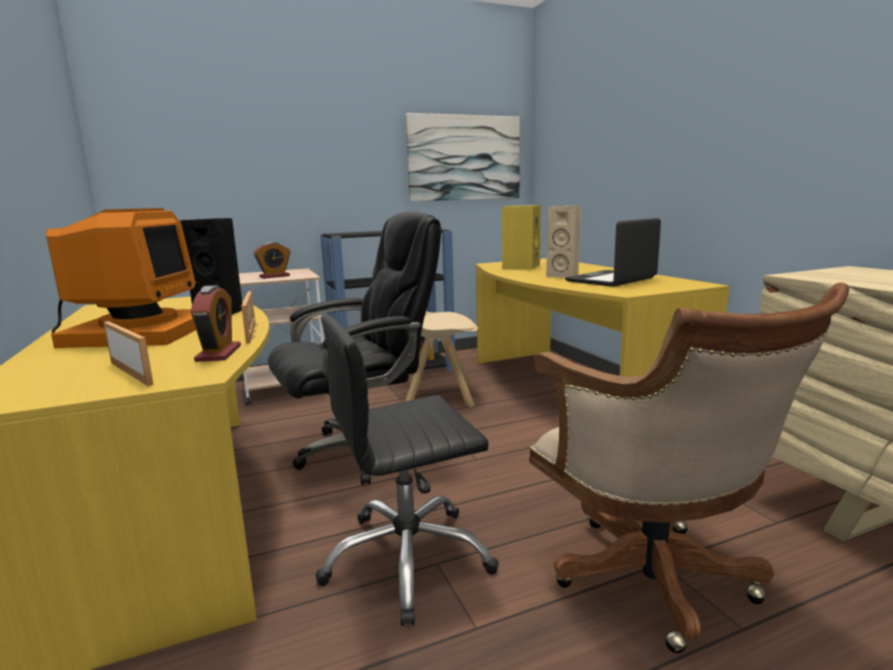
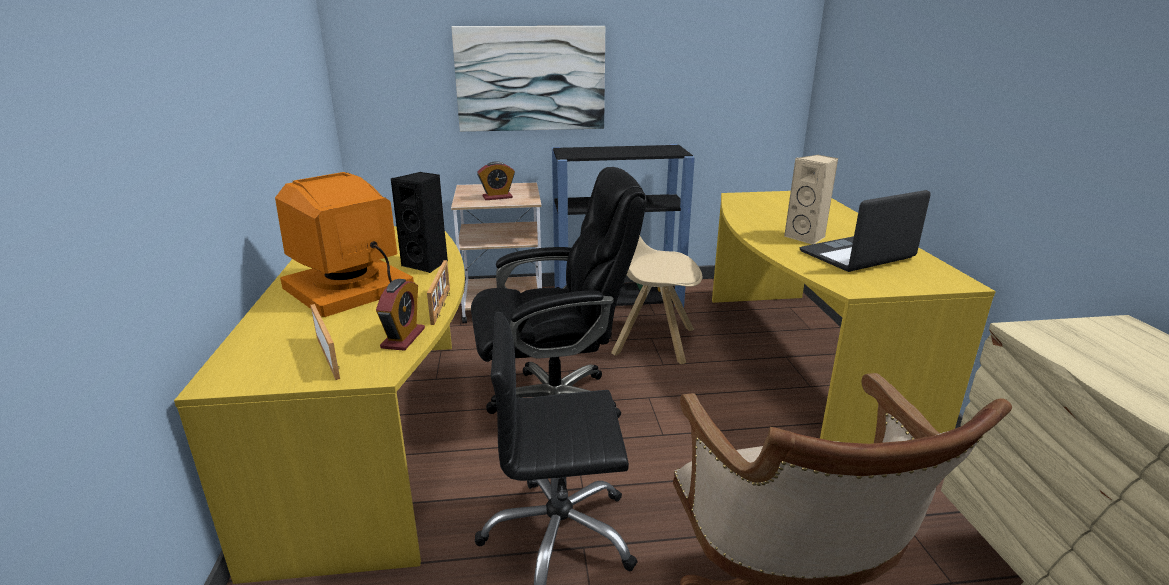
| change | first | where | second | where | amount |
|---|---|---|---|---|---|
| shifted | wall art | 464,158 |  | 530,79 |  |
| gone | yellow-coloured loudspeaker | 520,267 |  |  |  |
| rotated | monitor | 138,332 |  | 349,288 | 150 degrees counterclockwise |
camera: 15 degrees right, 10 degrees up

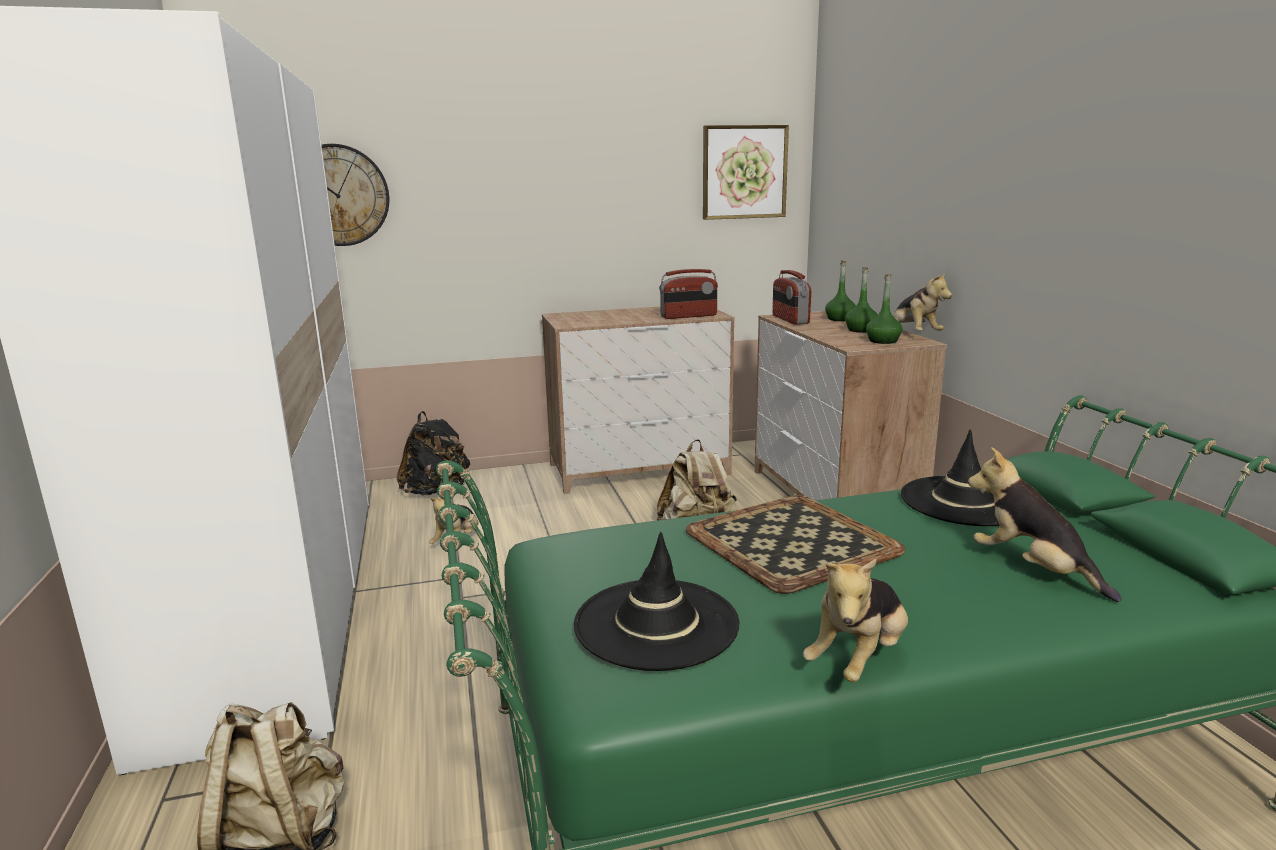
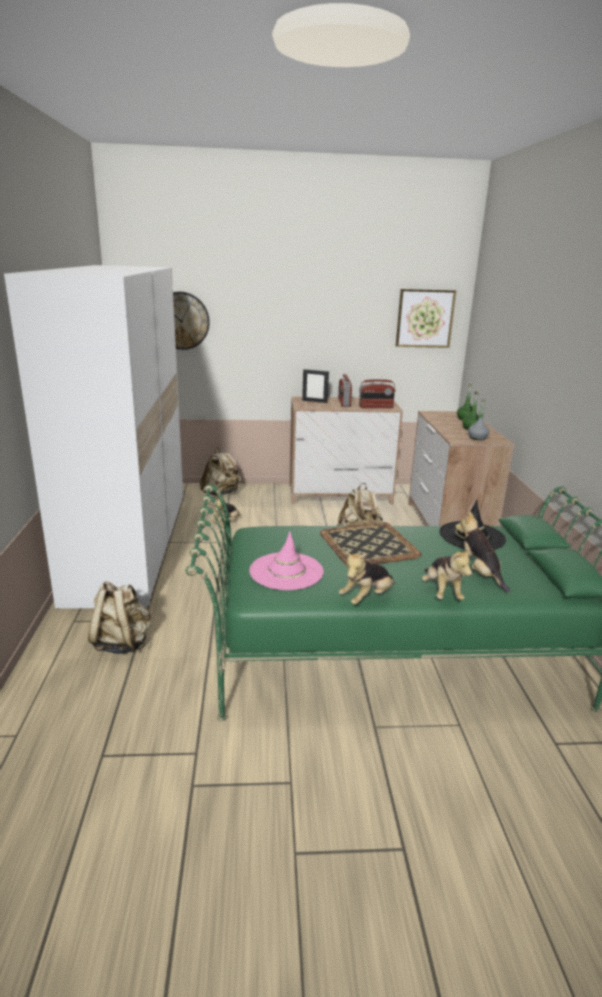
| change | first | where | second | where | amount |
|---|---|---|---|---|---|
| shifted | radio receiver | 789,319 |  | 344,403 |  |
| shifted | cuddly toy | 913,334 |  | 442,592 |  |
| repainted | green-coloured beverage bottle | 882,341 | grey beverage bottle | 477,438 |  |
| repainted | black knapsack | 436,491 | beige knapsack | 221,493 |  |
| repainted | black clothing hat | 656,624 | pink-coloured clothing hat | 286,571 |  |
| new |  |  | standing frame | 315,401 |  |
camera: 10 degrees right, 5 degrees up

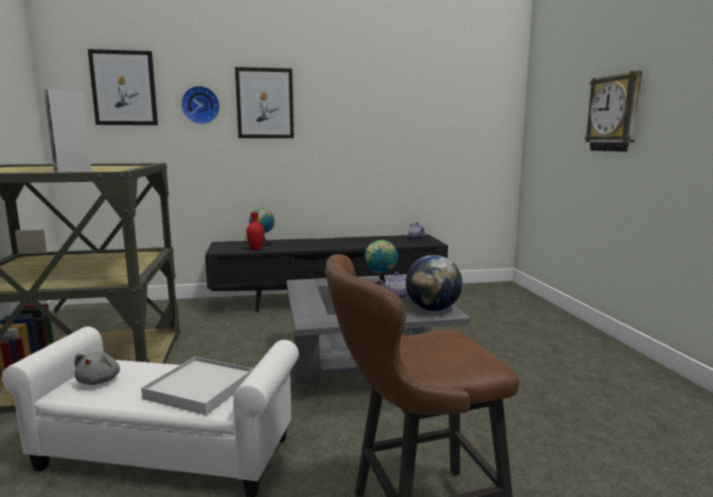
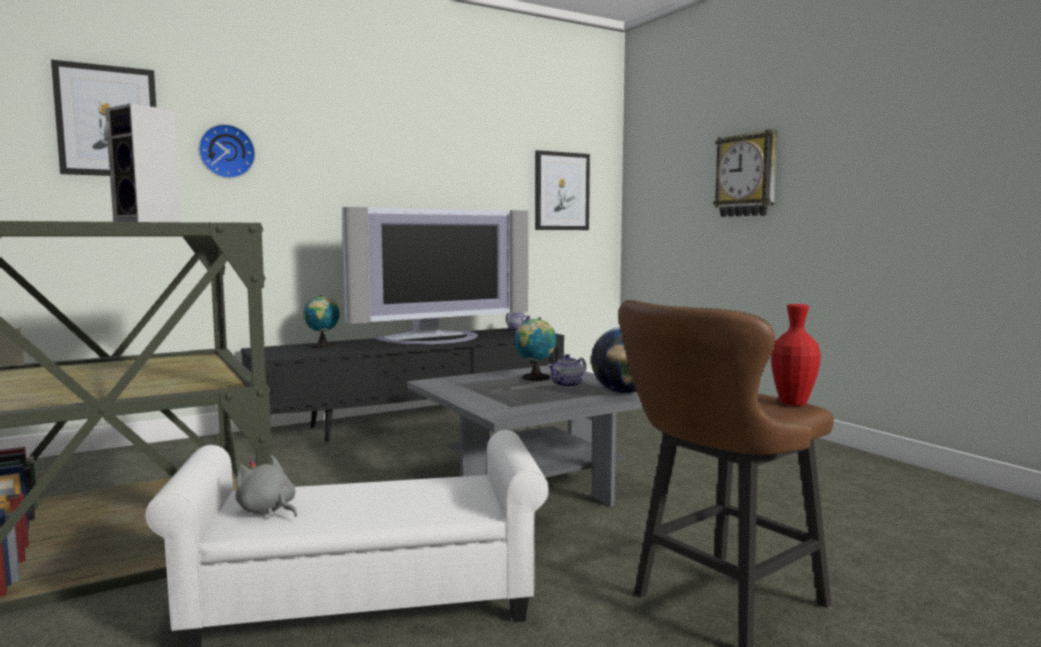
| change | first | where | second | where | amount |
|---|---|---|---|---|---|
| shifted | wall art | 265,103 |  | 561,191 |  |
| shifted | red vase | 256,249 |  | 793,403 |  |
| rotated | grey cuddly toy | 100,381 |  | 268,510 | 150 degrees clockwise |
| gone | white tray | 199,388 |  |  |  |
| new |  |  | television | 435,339 |  |
camera: 20 degrees left, 5 degrees down

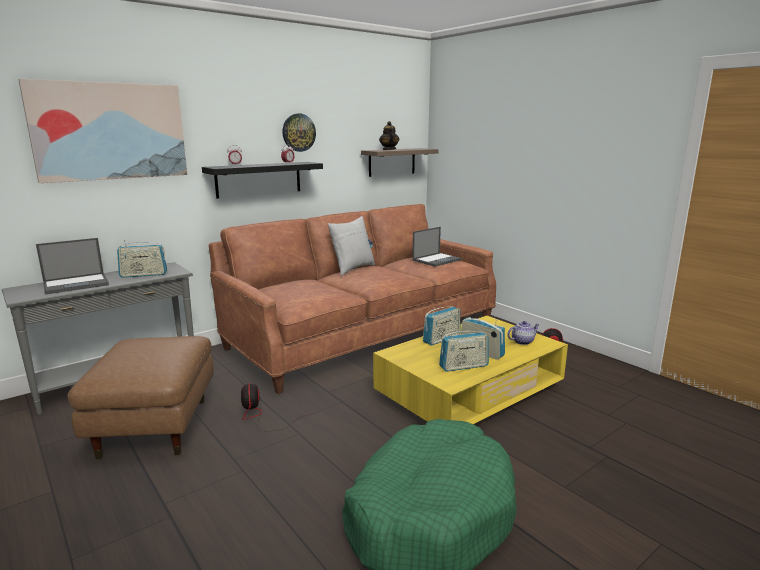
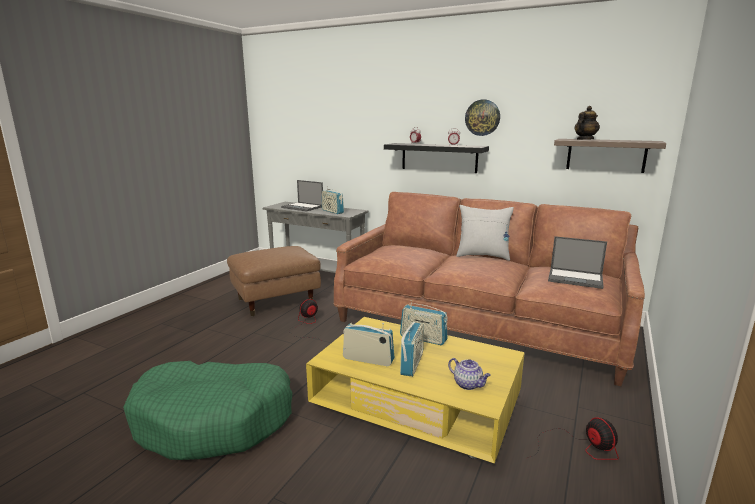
| change | first | where | second | where | amount |
|---|---|---|---|---|---|
| gone | wall art | 110,131 |  |  |  |
| rotated | radio receiver | 463,366 |  | 368,359 | 150 degrees clockwise |
camera: 65 degrees right, 0 degrees up

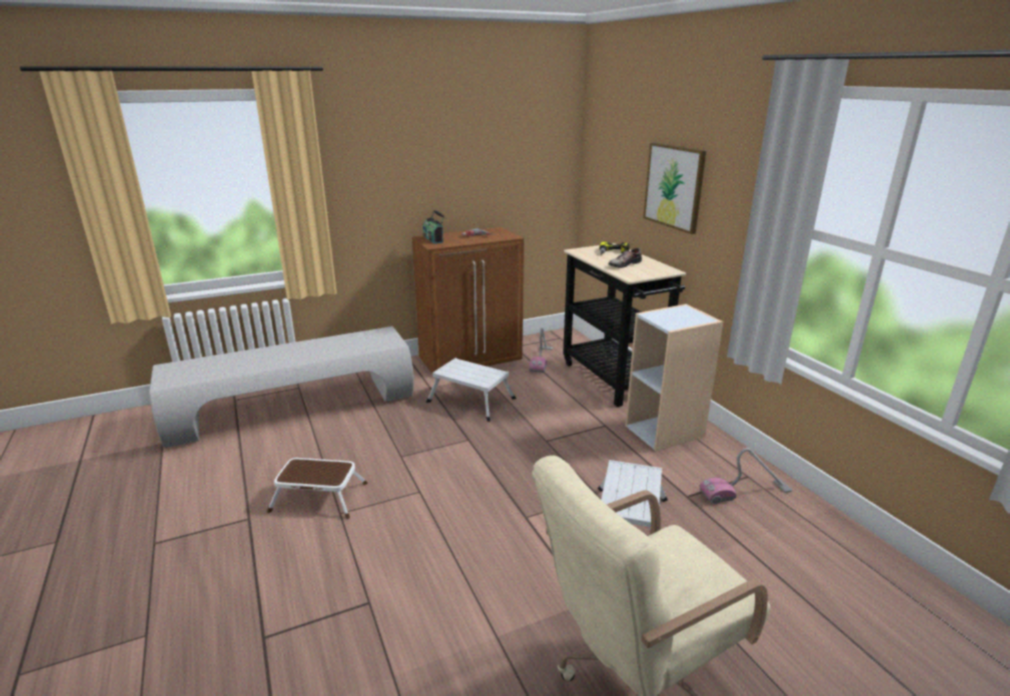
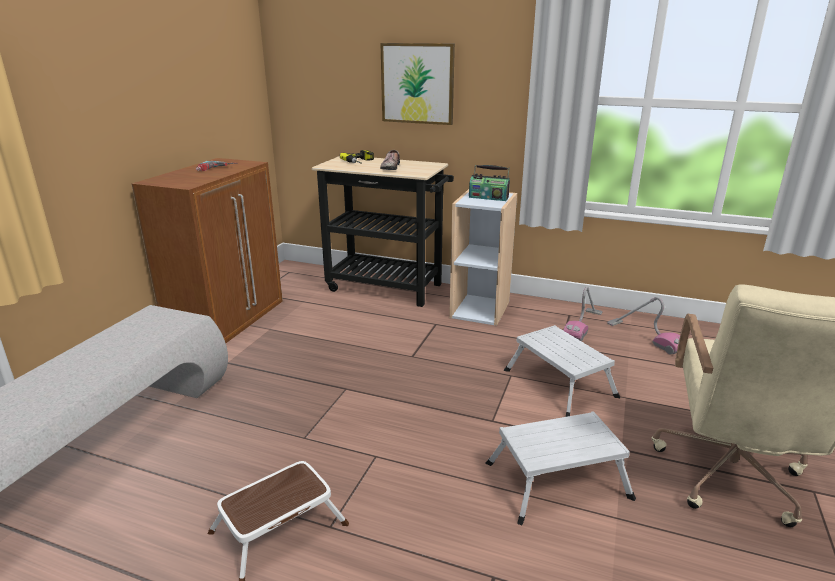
| change | first | where | second | where | amount |
|---|---|---|---|---|---|
| shifted | radio receiver | 434,239 |  | 488,197 |  |
| shifted | hoover | 541,360 |  | 644,337 |  |
| shifted | white stepladder | 471,400 |  | 558,480 |  |
camera: 45 degrees left, 0 degrees up

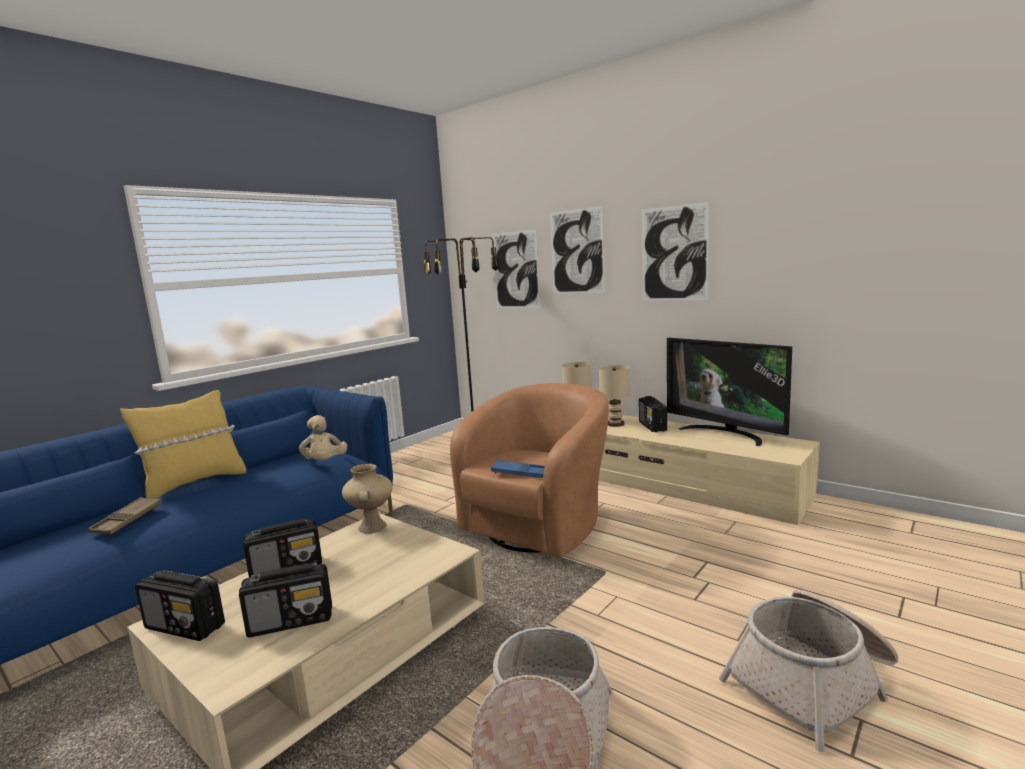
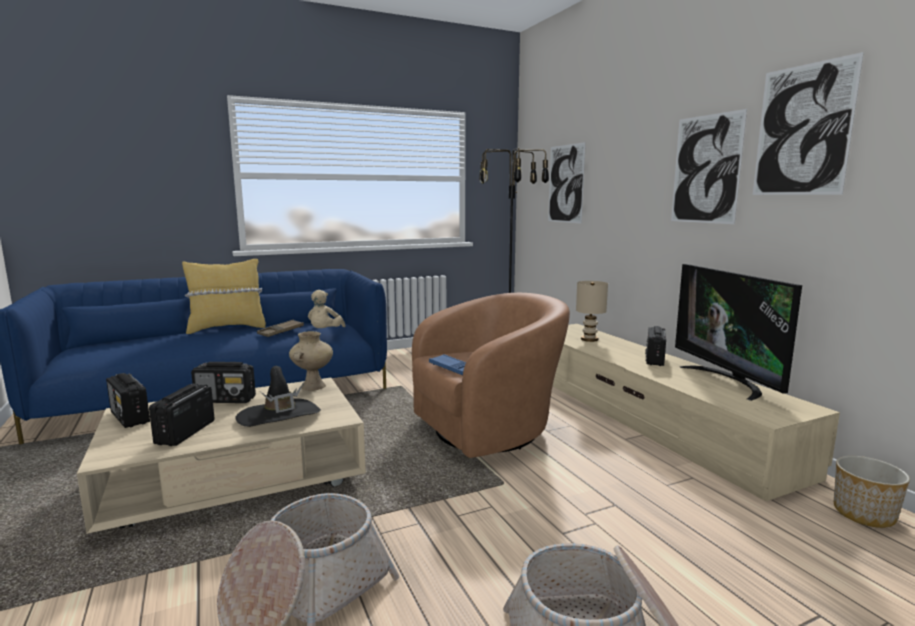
| change | first | where | second | where | amount |
|---|---|---|---|---|---|
| shifted | wall art | 577,251 |  | 802,130 |  |
| gone | beige table lamp | 615,424 |  |  |  |
| shifted | brownish tray | 127,520 |  | 281,331 |  |
| rotated | radio receiver | 292,621 |  | 185,433 | 90 degrees clockwise |
| new |  |  | black clothing hat | 279,416 |  |
| new |  |  | flower pot | 864,514 |  |
camera: 25 degrees right, 0 degrees up

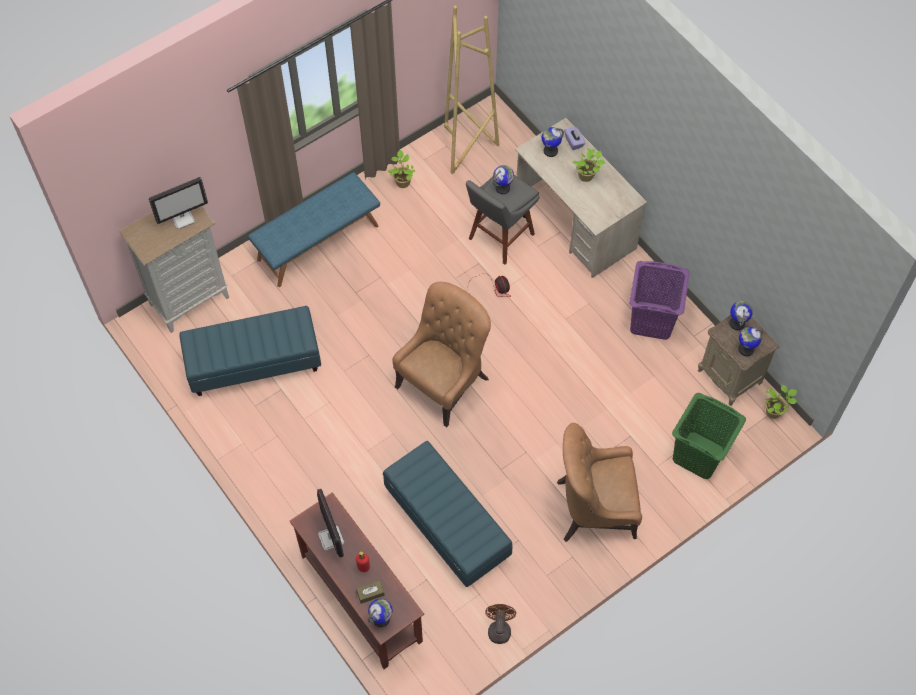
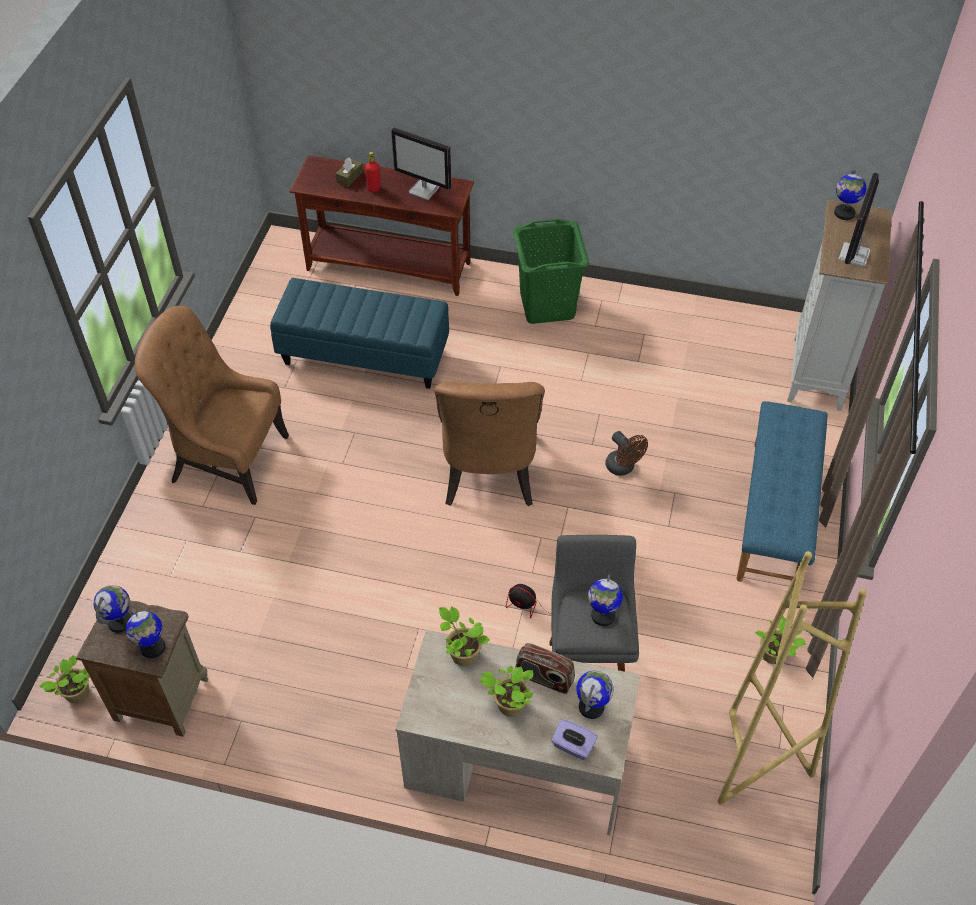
| change | first | where | second | where | amount |
|---|---|---|---|---|---|
| gone | purple laundry basket | 652,320 |  |  |  |
| gone | blue-coloured footrest | 254,365 |  |  |  |
| shifted | green-coloured laundry basket | 698,455 |  | 547,305 |  |
| rotated | brownish chair | 594,508 |  | 228,459 | 120 degrees counterclockwise |
| shifted | globe | 381,619 |  | 844,213 |  |
| shifted | brownish electric fan | 499,628 |  | 623,468 |  |
| new |  |  | potted plant | 462,654 |  |
| new |  |  | radio receiver | 544,678 |  |
camera: 140 degrees right, 10 degrees down

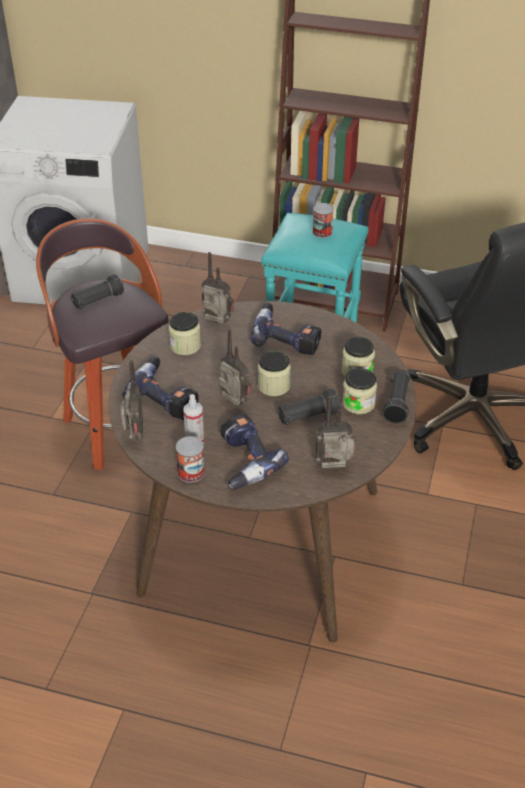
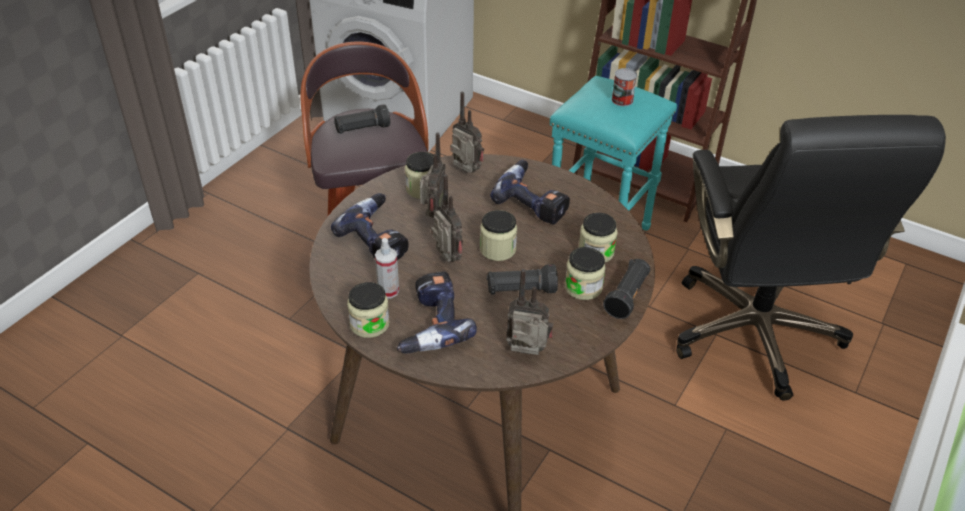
| change | first | where | second | where | amount |
|---|---|---|---|---|---|
| shifted | radio receiver | 134,436 |  | 432,215 |  |
| swapped | sealed can | 191,472 | jar | 369,324 |  |
camera: 15 degrees right, 0 degrees up

